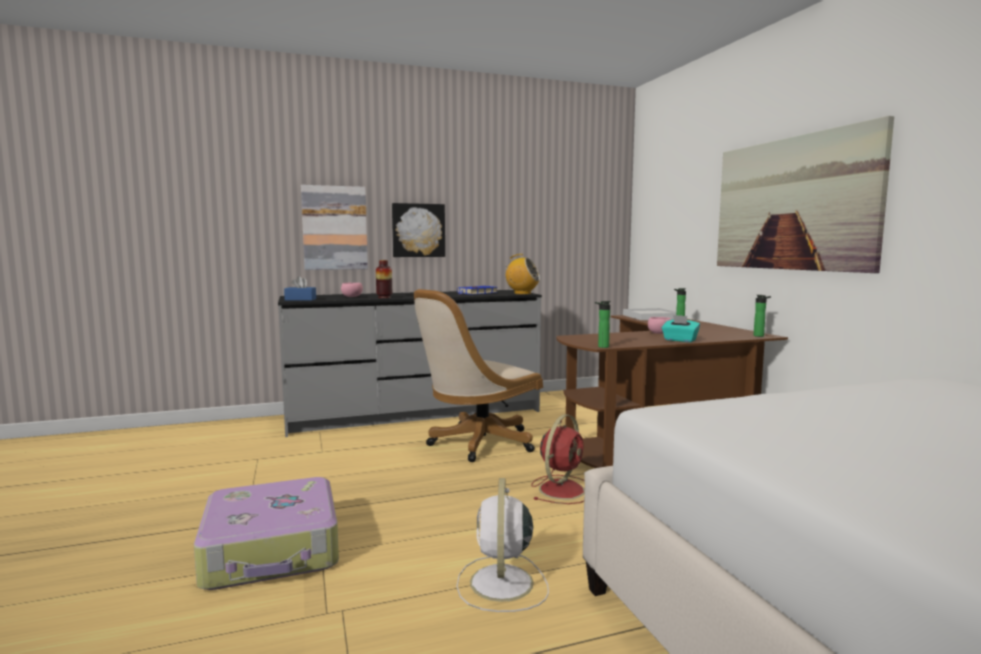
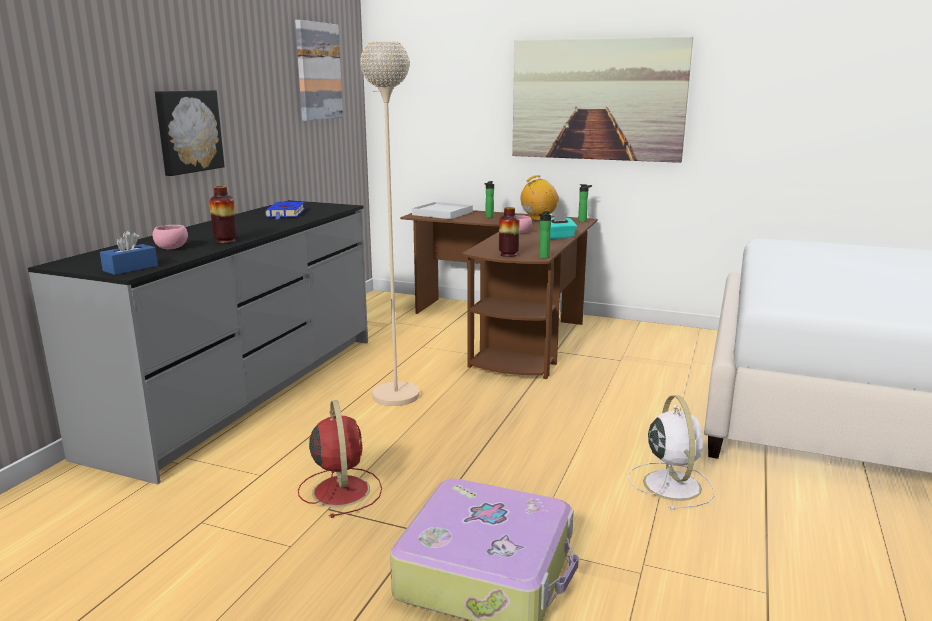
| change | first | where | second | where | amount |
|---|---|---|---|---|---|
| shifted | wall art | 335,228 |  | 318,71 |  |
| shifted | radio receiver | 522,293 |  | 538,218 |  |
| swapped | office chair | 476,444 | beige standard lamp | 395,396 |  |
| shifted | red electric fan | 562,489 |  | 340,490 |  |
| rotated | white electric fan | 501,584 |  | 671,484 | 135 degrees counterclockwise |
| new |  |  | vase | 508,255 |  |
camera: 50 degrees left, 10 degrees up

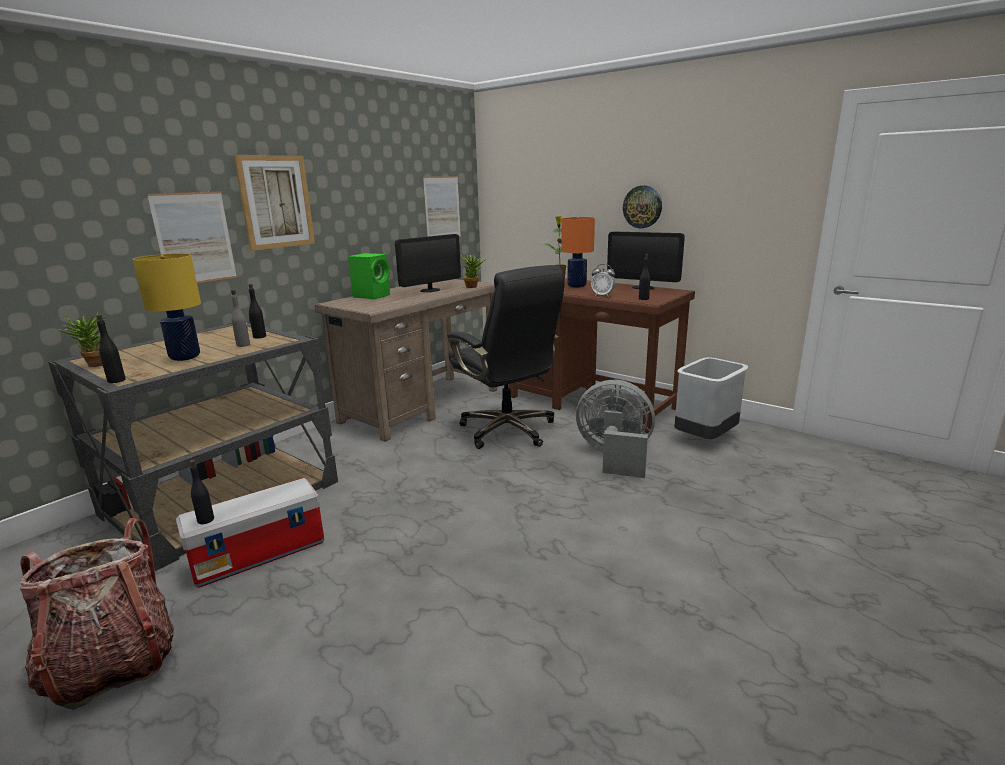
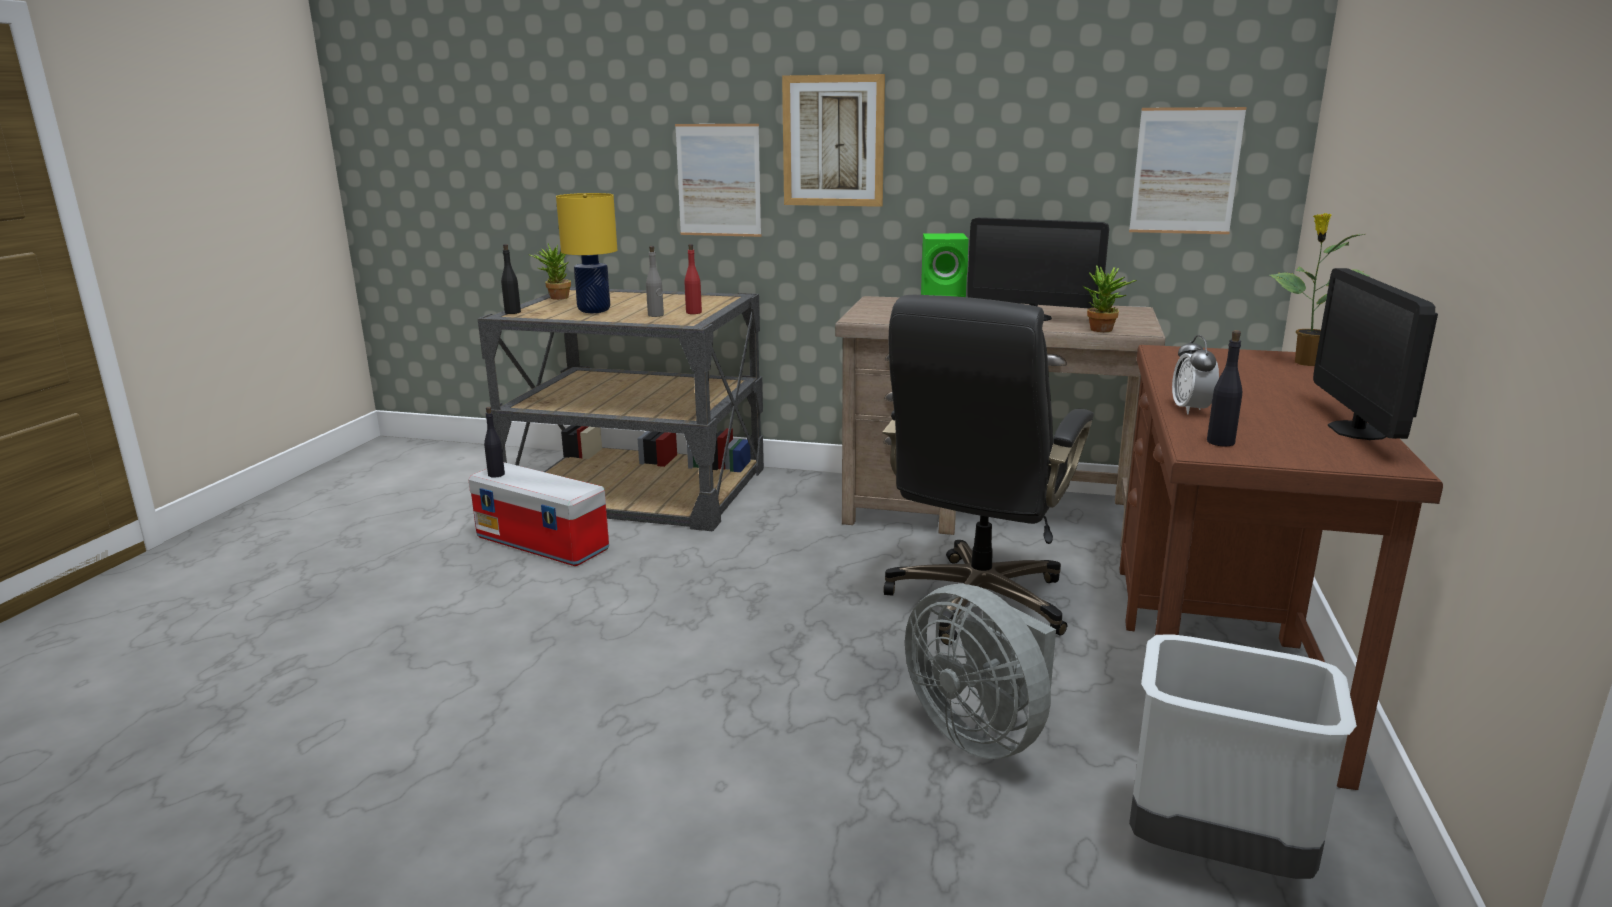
| change | first | where | second | where | amount |
|---|---|---|---|---|---|
| gone | clock on the wall | 642,207 |  |  |  |
| gone | orange table lamp | 577,286 |  |  |  |
| repainted | black beverage bottle | 259,337 | red beverage bottle | 693,312 |  |
| rotated | grey electric fan | 614,457 |  | 980,733 | 150 degrees clockwise |
| gone | knapsack | 113,664 |  |  |  |
camera: 65 degrees right, 0 degrees up

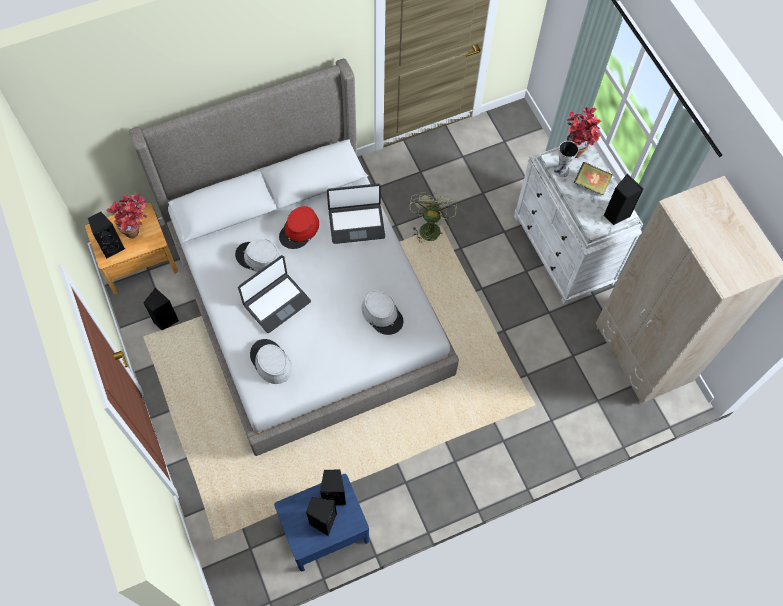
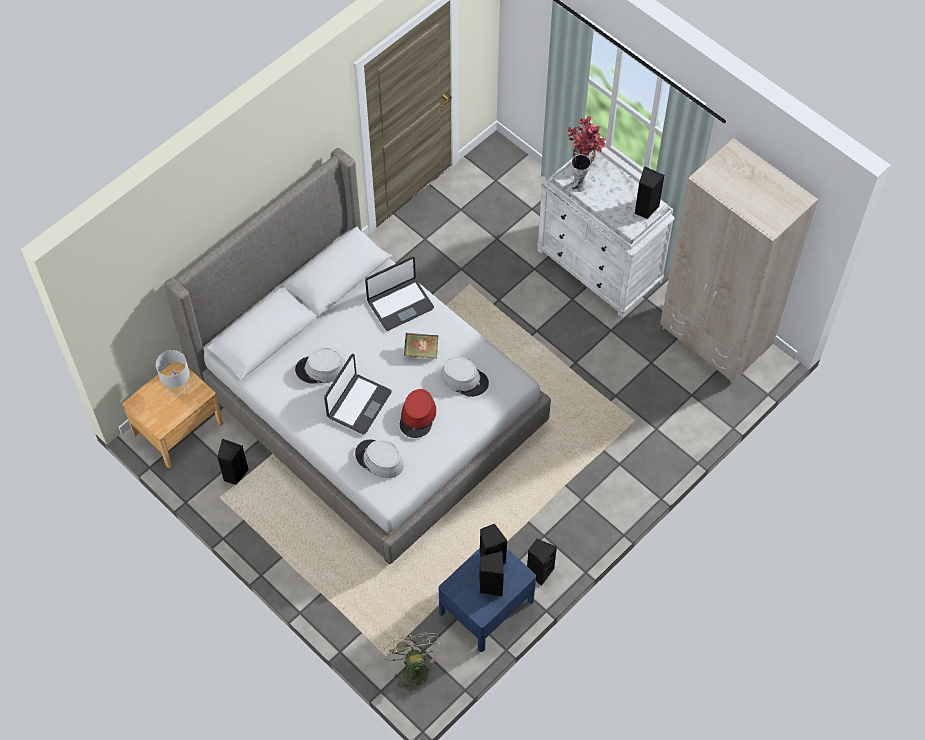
| change | first | where | second | where | amount |
|---|---|---|---|---|---|
| shifted | volume | 591,184 |  | 421,351 |  |
| shifted | green-coloured electric fan | 429,227 |  | 412,667 |  |
| swapped | potted plant | 137,230 | grey table lamp | 178,389 |  |
| shifted | red clothing hat | 299,230 |  | 418,416 |  |
| shifted | black loudspeaker | 112,247 |  | 539,571 |  |
camera: 20 degrees left, 5 degrees down

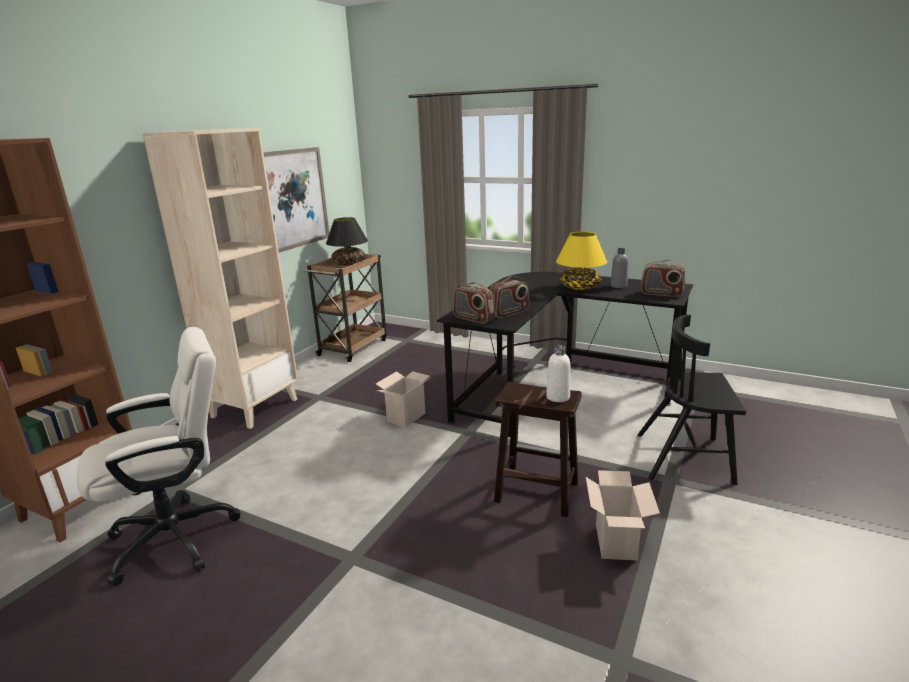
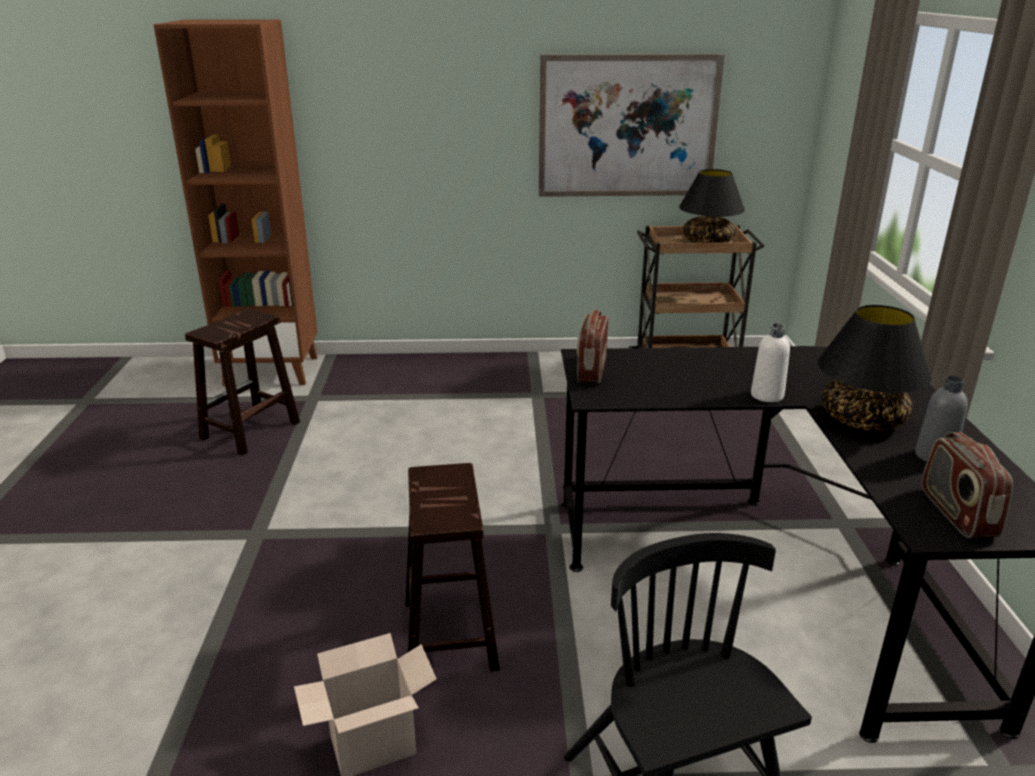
| change | first | where | second | where | amount |
|---|---|---|---|---|---|
| gone | beige bookshelf | 255,407 |  |  |  |
| repainted | yellow-coloured table lamp | 580,287 | black table lamp | 862,420 |  |
| gone | radio receiver | 509,313 |  |  |  |
| swapped | white office chair | 180,537 | brownish sitting stool | 249,431 |  |
| shifted | white beverage bottle | 558,397 |  | 767,395 |  |
| gone | cardboard box | 406,416 |  |  |  |
camera: 60 degrees right, 5 degrees up

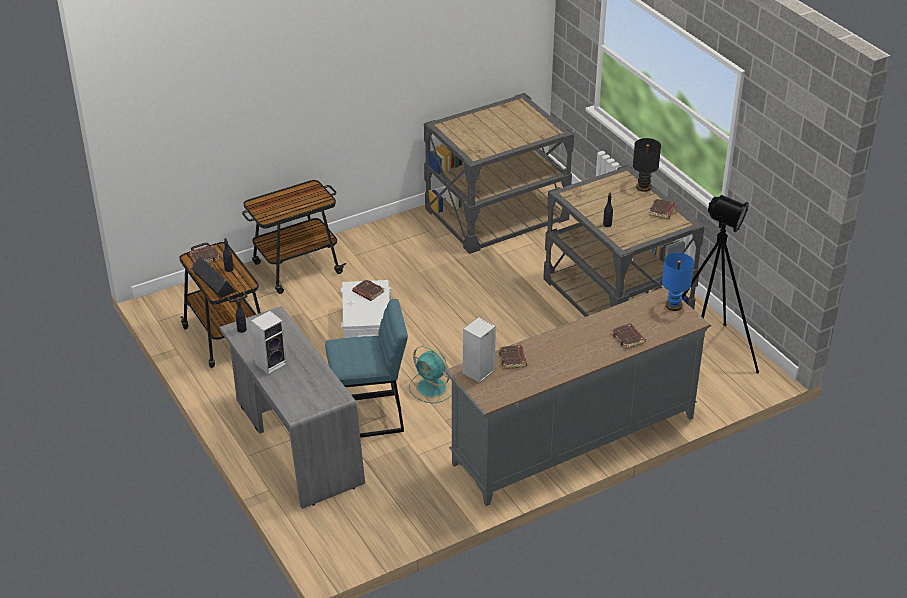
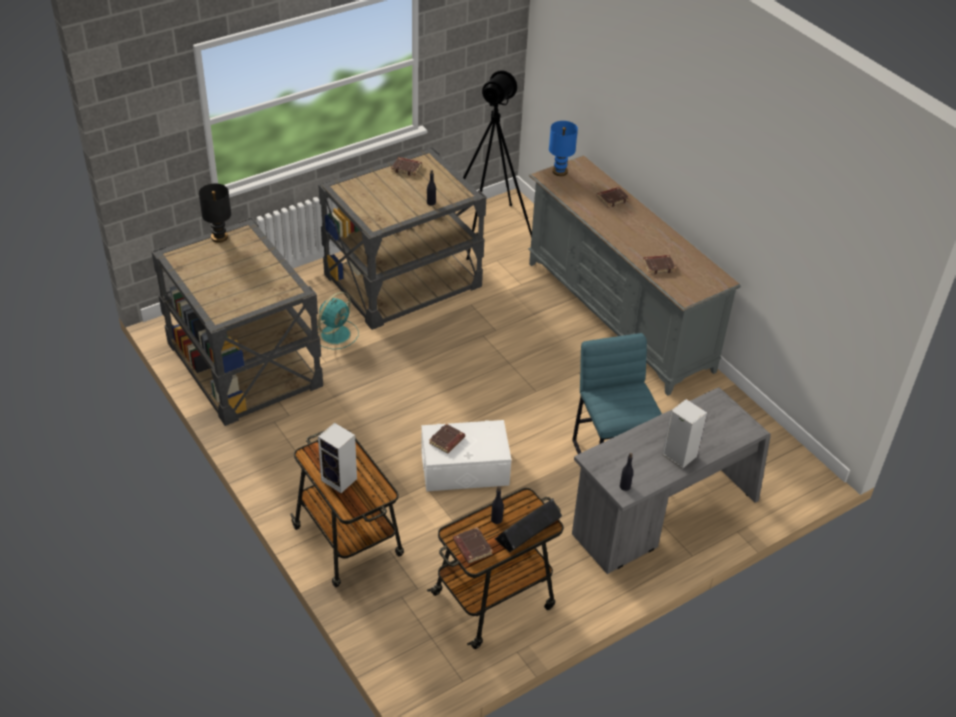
| change | first | where | second | where | amount |
|---|---|---|---|---|---|
| shifted | black table lamp | 643,187 |  | 220,237 |  |
| shifted | loudspeaker | 478,373 |  | 340,480 |  |
| shifted | blue-green electric fan | 432,388 |  | 336,333 |  |
camera: 95 degrees left, 5 degrees up

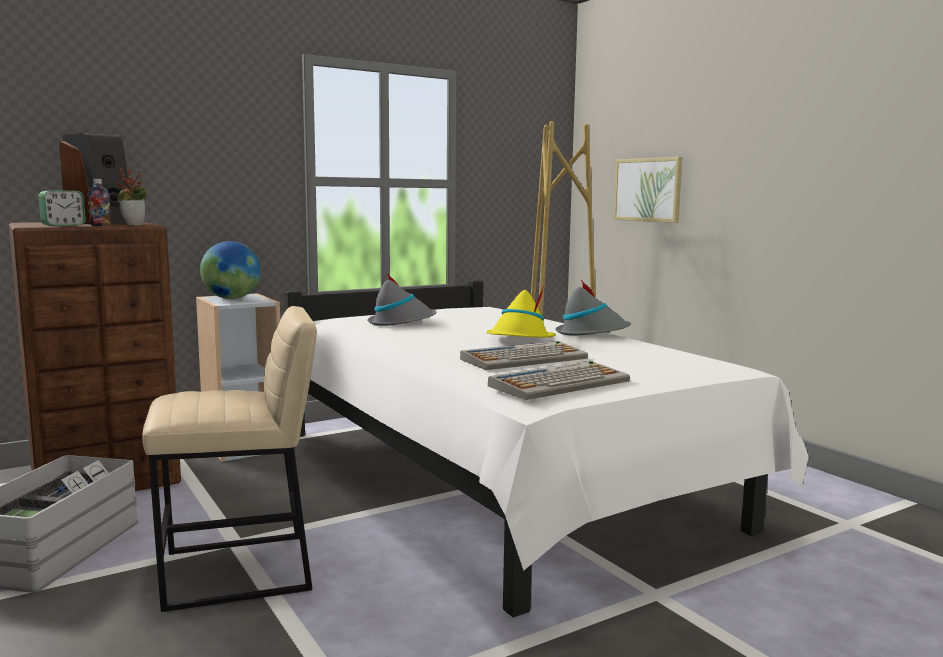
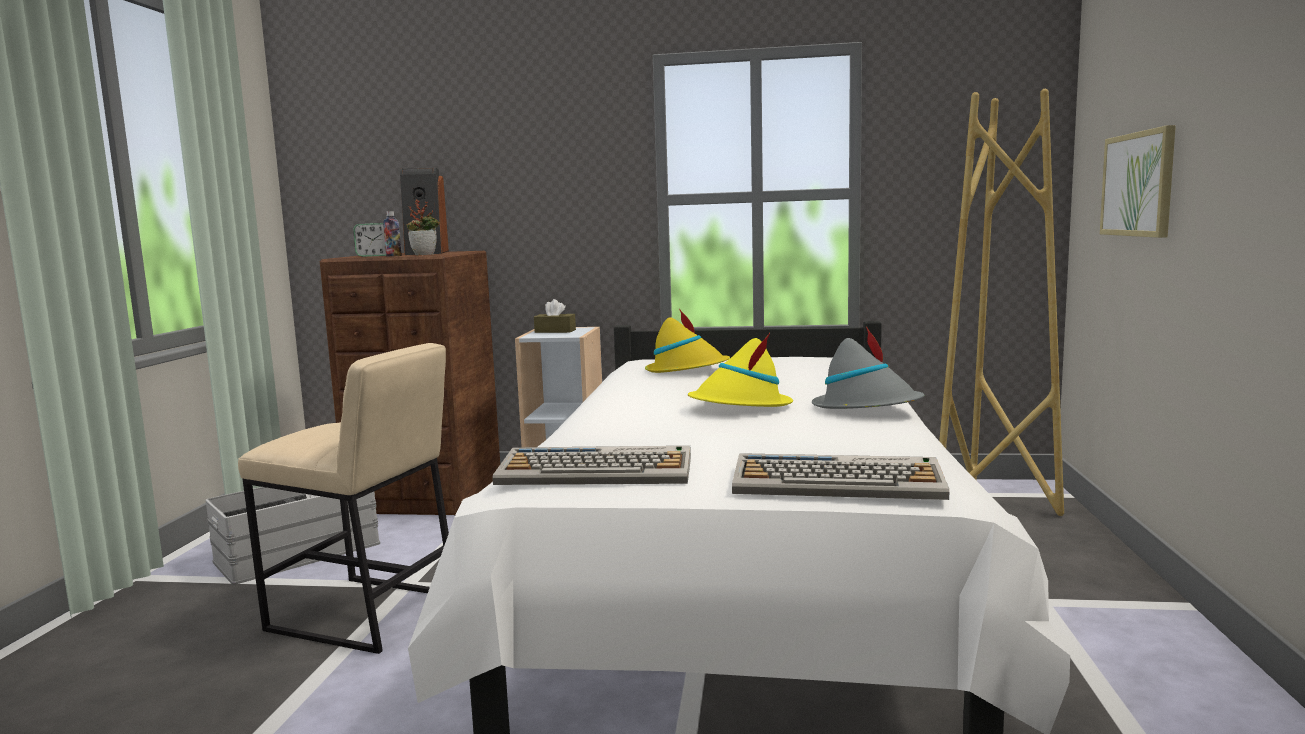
| change | first | where | second | where | amount |
|---|---|---|---|---|---|
| swapped | globe | 231,298 | brownish tissue holder | 555,331 |  |
| repainted | grey clothing hat | 401,322 | yellow-coloured clothing hat | 687,370 |  |
| shifted | keyboard | 524,358 |  | 838,481 |  |
camera: 40 degrees right, 0 degrees up

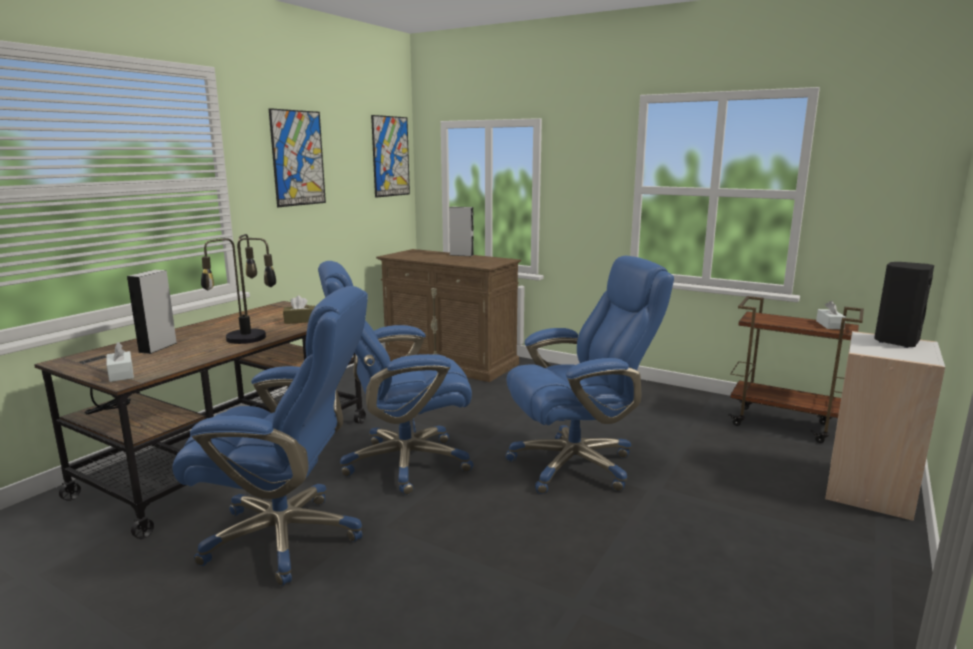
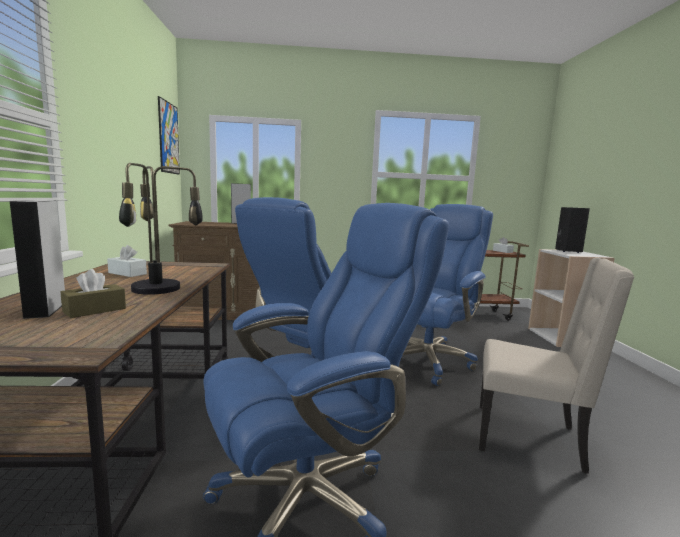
| change | first | where | second | where | amount |
|---|---|---|---|---|---|
| gone | wall art | 298,158 |  |  |  |
| shifted | brownish tissue holder | 300,321 |  | 95,310 |  |
| shifted | white tissue holder | 121,374 |  | 127,273 |  |
| new |  |  | beige chair | 530,438 |  |
camera: 35 degrees left, 5 degrees down

